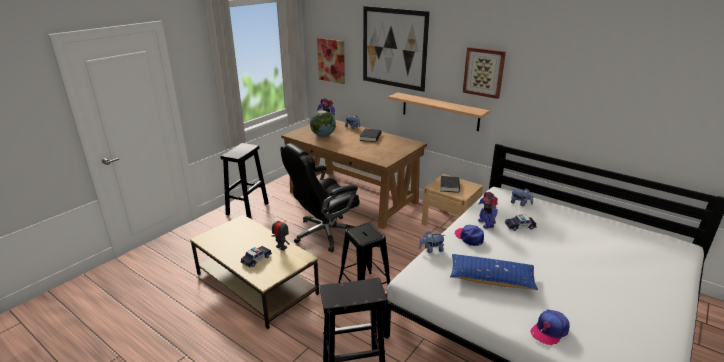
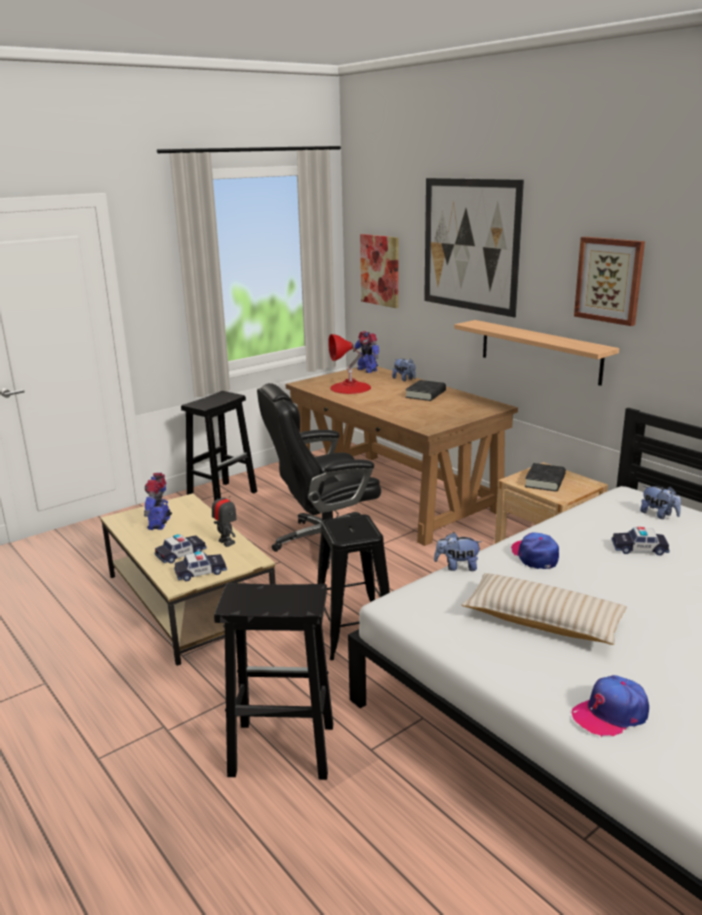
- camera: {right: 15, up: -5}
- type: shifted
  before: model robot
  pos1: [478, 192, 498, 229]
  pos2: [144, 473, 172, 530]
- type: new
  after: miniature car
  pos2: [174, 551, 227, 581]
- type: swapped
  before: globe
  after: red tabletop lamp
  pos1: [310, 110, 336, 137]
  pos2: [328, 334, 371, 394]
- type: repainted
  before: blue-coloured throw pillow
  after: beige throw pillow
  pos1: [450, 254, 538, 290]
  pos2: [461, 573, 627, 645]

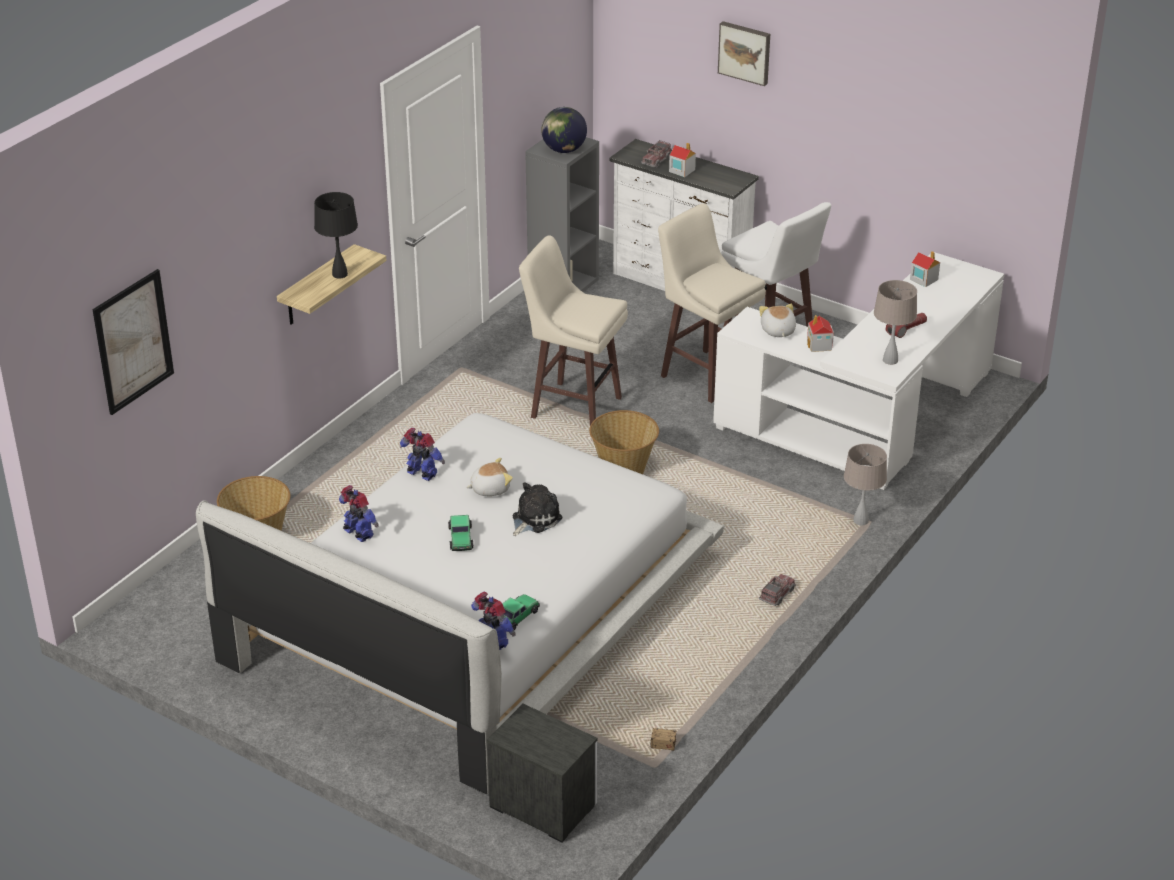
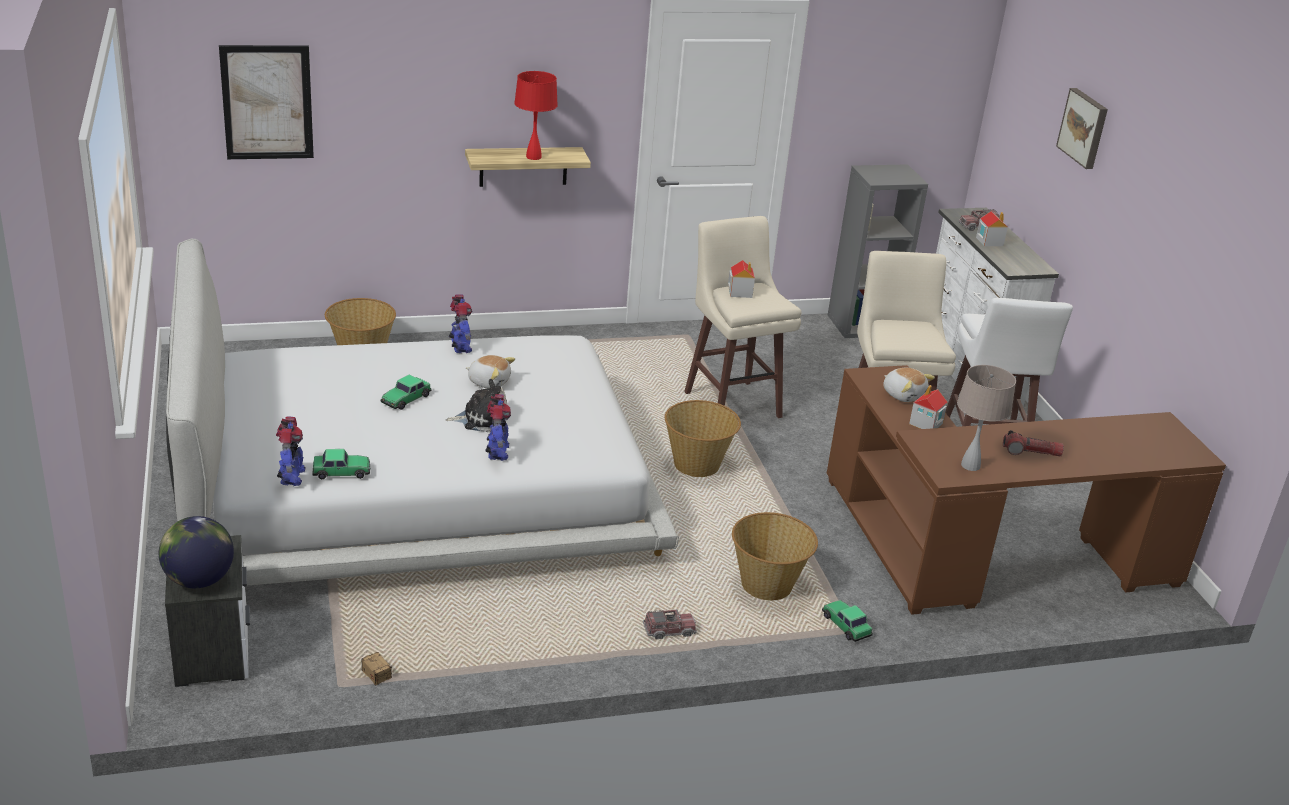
- camera: {right: 40, up: -5}
- type: shifted
  before: globe
  pos1: [541, 107, 587, 153]
  pos2: [159, 516, 234, 588]
- type: shifted
  before: model robot
  pos1: [339, 485, 379, 542]
  pos2: [485, 394, 511, 461]
- type: repainted
  before: black tabletop lamp
  after: red tabletop lamp
  pos1: [314, 192, 358, 279]
  pos2: [514, 71, 558, 160]
- type: shifted
  before: toy house
  pos1: [910, 251, 940, 287]
  pos2: [728, 260, 755, 298]
- type: new
  after: basket
  pos2: [732, 512, 818, 600]
- type: swapped
  before: beige tabletop lamp
  after: miniature car
  pos1: [844, 444, 887, 526]
  pos2: [822, 600, 873, 642]
- type: repainted
  before: white desk table
  after: brown desk table
  pos1: [713, 252, 1004, 490]
  pos2: [827, 365, 1226, 615]
- type: rotated
  before: soft toy
  pos1: [759, 304, 796, 337]
  pos2: [883, 368, 935, 402]
  turn: 105

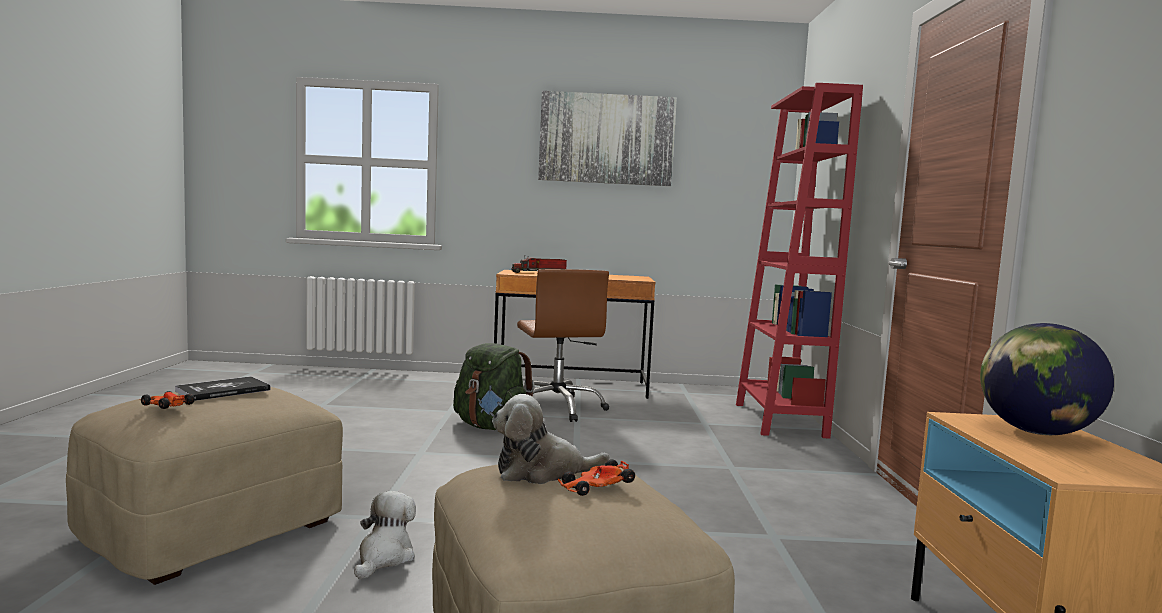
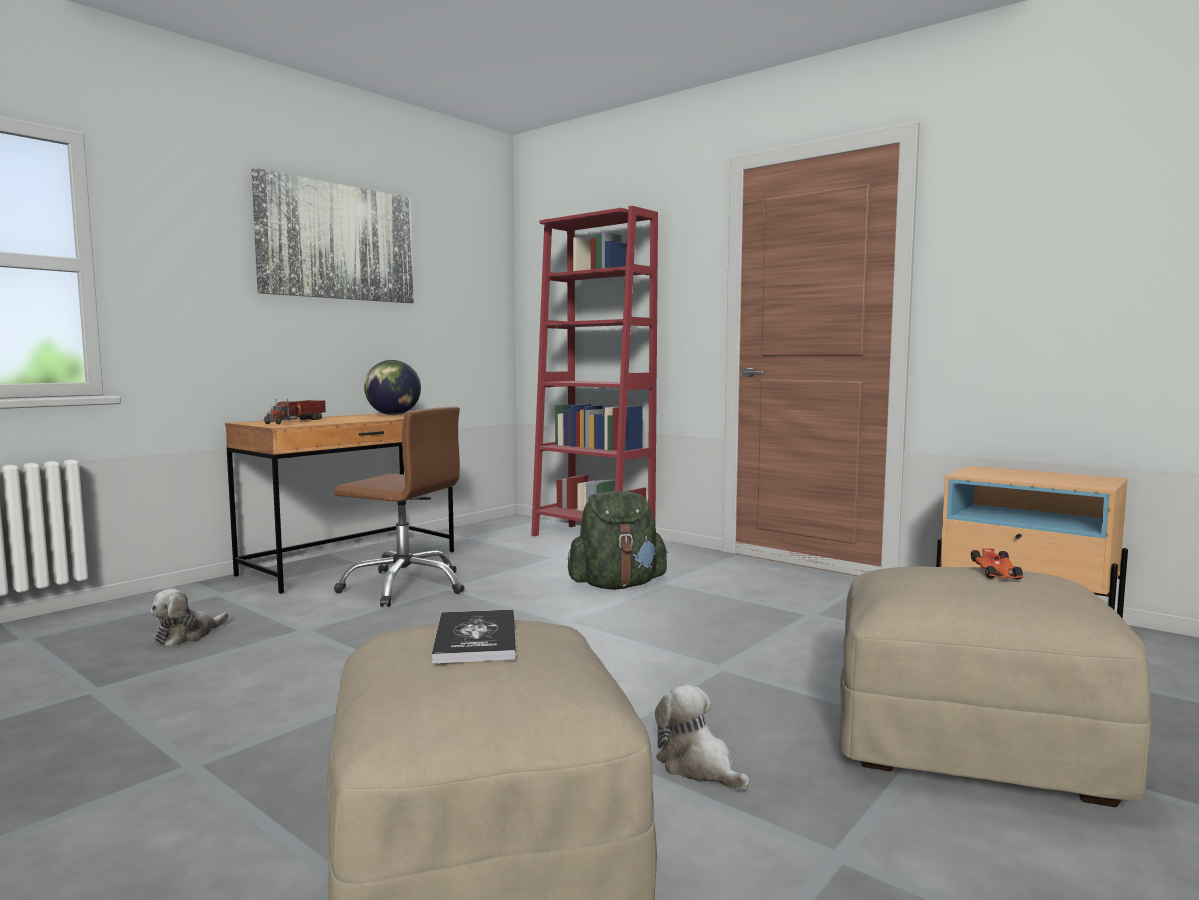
- camera: {right: -50, up: 0}
- type: shifted
  before: soft toy
  pos1: [492, 394, 610, 484]
  pos2: [150, 589, 228, 647]
- type: shifted
  before: globe
  pos1: [980, 323, 1114, 435]
  pos2: [364, 360, 421, 415]
- type: shifted
  before: green-coloured backpack
  pos1: [453, 343, 535, 430]
  pos2: [568, 491, 668, 590]
- type: gone
  before: miniature car
  pos1: [139, 391, 195, 409]

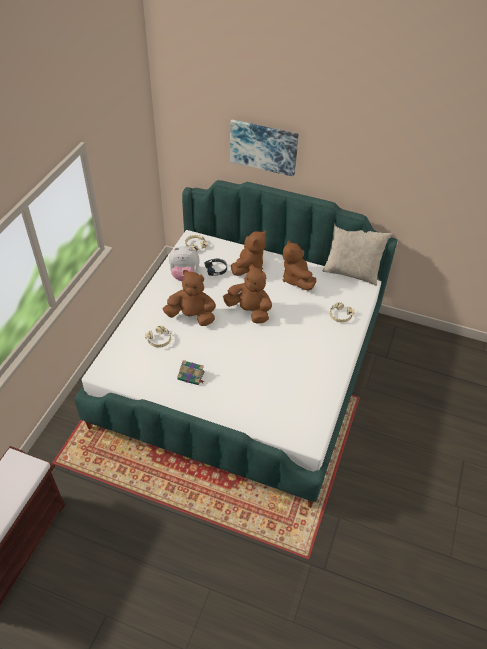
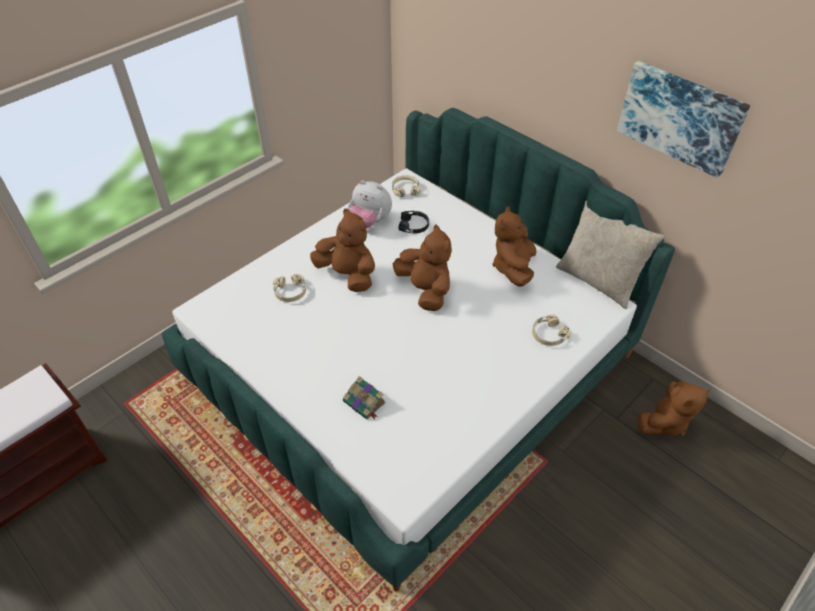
- camera: {right: 25, up: 0}
- type: shifted
  before: book
  pos1: [177, 360, 205, 385]
  pos2: [343, 376, 386, 419]
- type: shifted
  before: picture
  pos1: [230, 120, 299, 177]
  pos2: [617, 61, 750, 178]
- type: shifted
  before: brown soft toy
  pos1: [231, 230, 266, 276]
  pos2: [637, 381, 710, 436]

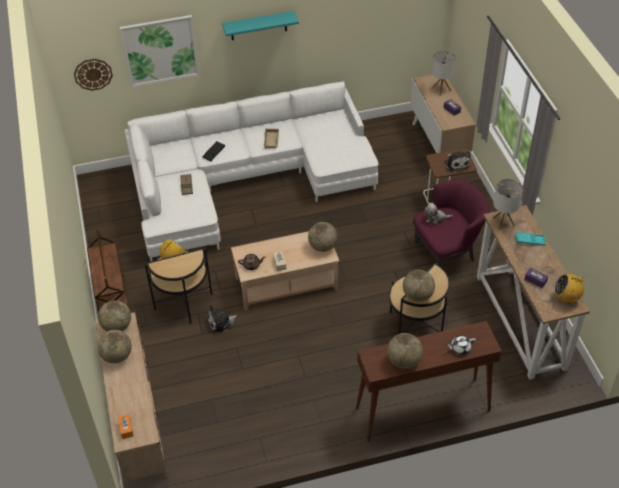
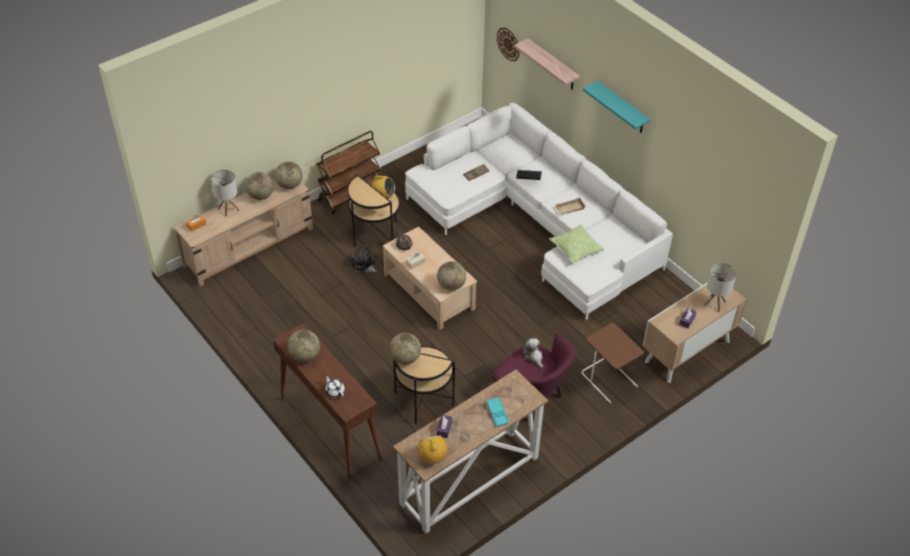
- camera: {right: 65, up: 0}
- type: shifted
  before: tabletop lamp
  pos1: [492, 179, 523, 230]
  pos2: [211, 170, 239, 216]
- type: swapped
  before: picture
  after: bracket shelf
  pos1: [120, 15, 200, 87]
  pos2: [514, 38, 580, 90]
- type: new
  after: throw pillow
  pos2: [549, 225, 604, 264]
- type: gone
  before: soft toy
  pos1: [445, 151, 470, 172]

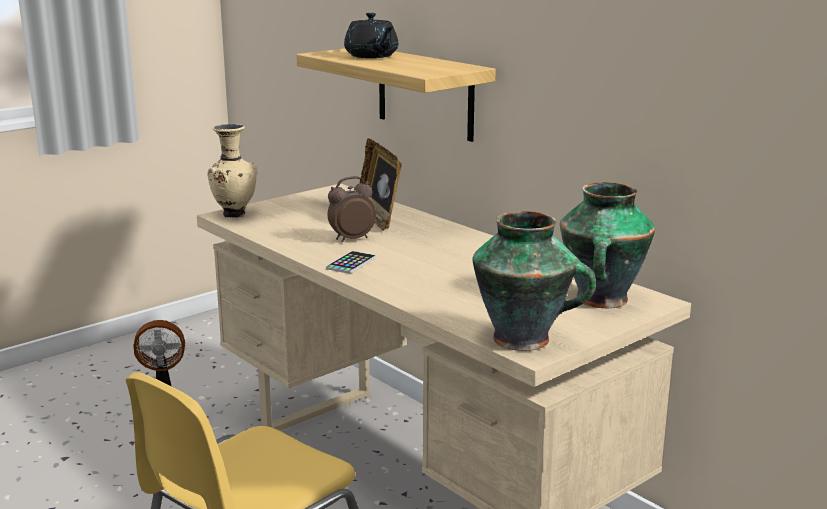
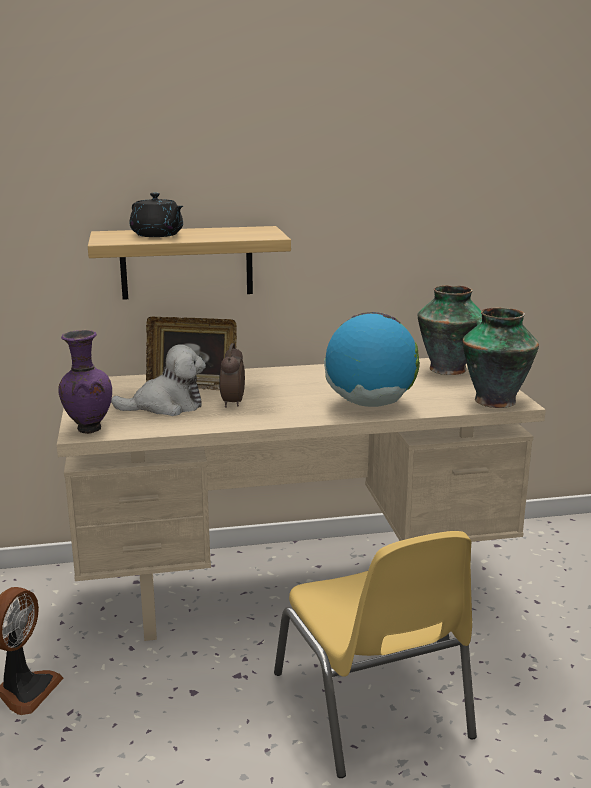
- camera: {right: -60, up: 0}
- type: repainted
  before: beige vase
  after: purplish vase
  pos1: [207, 124, 257, 217]
  pos2: [58, 330, 112, 434]
- type: new
  after: soft toy
  pos2: [111, 344, 206, 416]
- type: rotated
  before: black tea pot
  pos1: [344, 13, 398, 58]
  pos2: [129, 193, 183, 237]
  turn: 45
- type: new
  after: globe
  pos2: [324, 312, 420, 407]
- type: gone
  before: phone
  pos1: [326, 251, 376, 274]

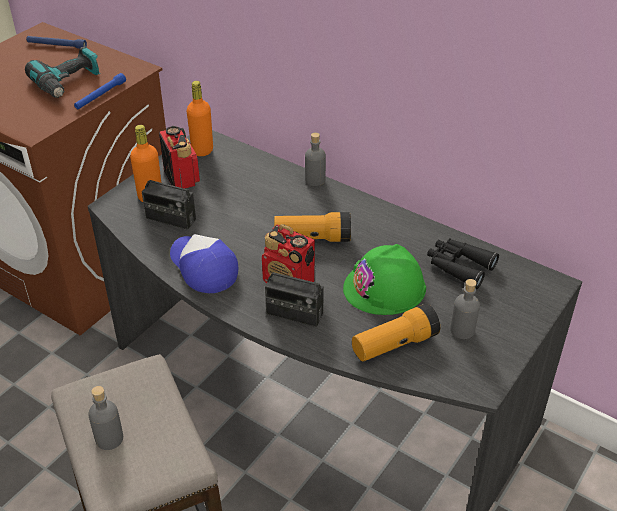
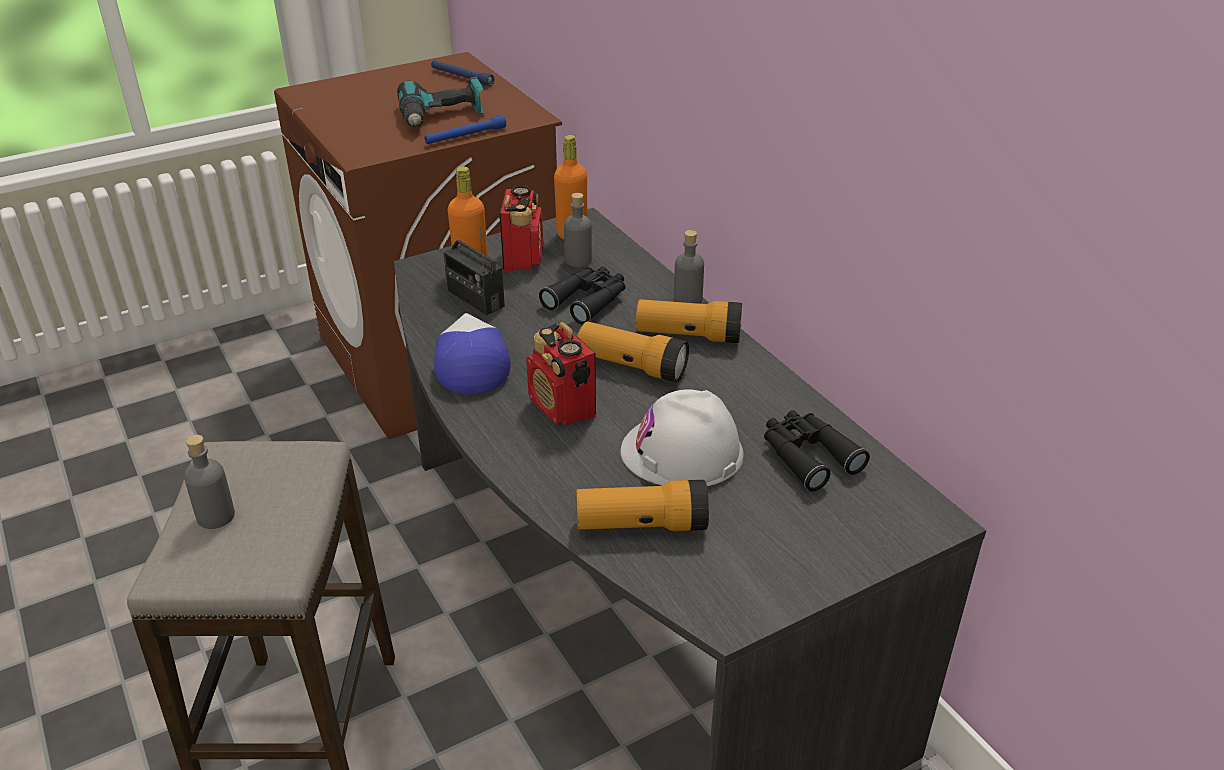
- camera: {right: 25, up: -5}
- type: new
  after: black pair of binoculars
  pos2: [539, 266, 625, 324]
- type: shifted
  before: greyish beverage bottle
  pos1: [450, 279, 480, 339]
  pos2: [564, 193, 592, 267]
- type: repainted
  before: green-coloured work helmet
  after: white work helmet
  pos1: [343, 244, 426, 315]
  pos2: [620, 389, 744, 486]
- type: new
  after: hand torch
  pos2: [636, 299, 742, 343]
- type: gone
  before: radio
  pos1: [265, 263, 324, 327]

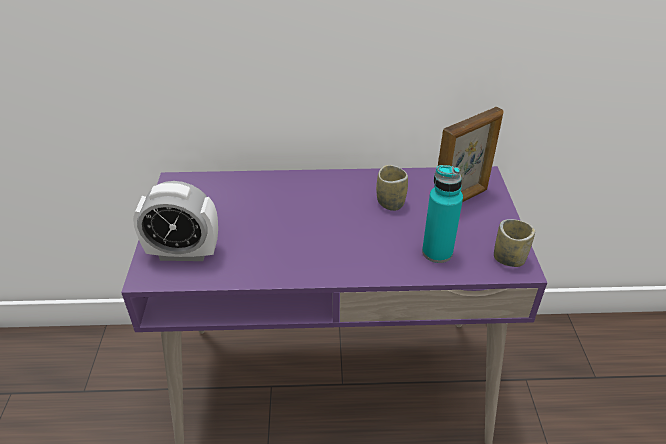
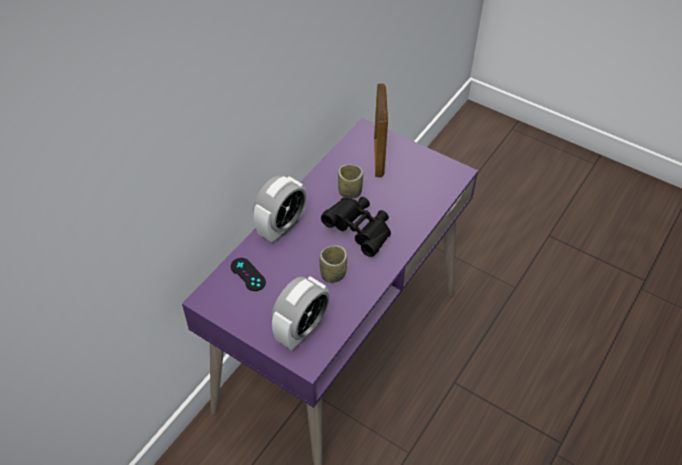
- camera: {right: -55, up: 10}
- type: new
  after: black game controller
  pos2: [231, 258, 266, 291]
- type: new
  after: table clock
  pos2: [253, 176, 306, 243]
- type: shifted
  before: drinking cup
  pos1: [494, 219, 535, 267]
  pos2: [320, 245, 347, 283]
- type: new
  after: black pair of binoculars
  pos2: [321, 197, 391, 257]
- type: gone
  before: blue-green beverage bottle
  pos1: [422, 165, 463, 263]

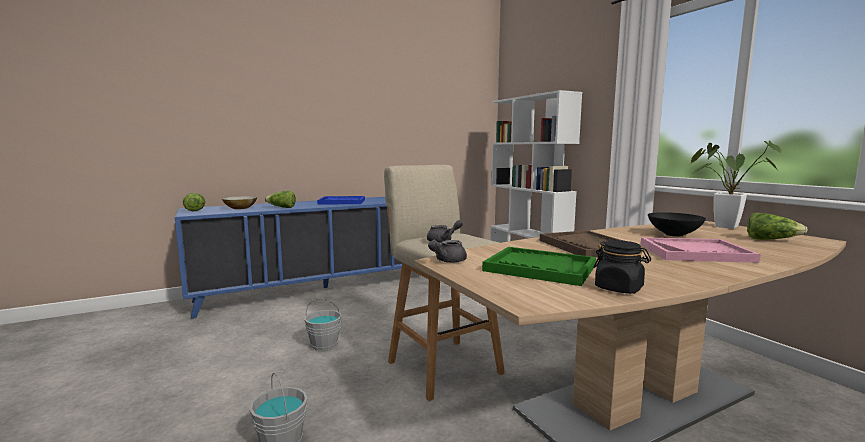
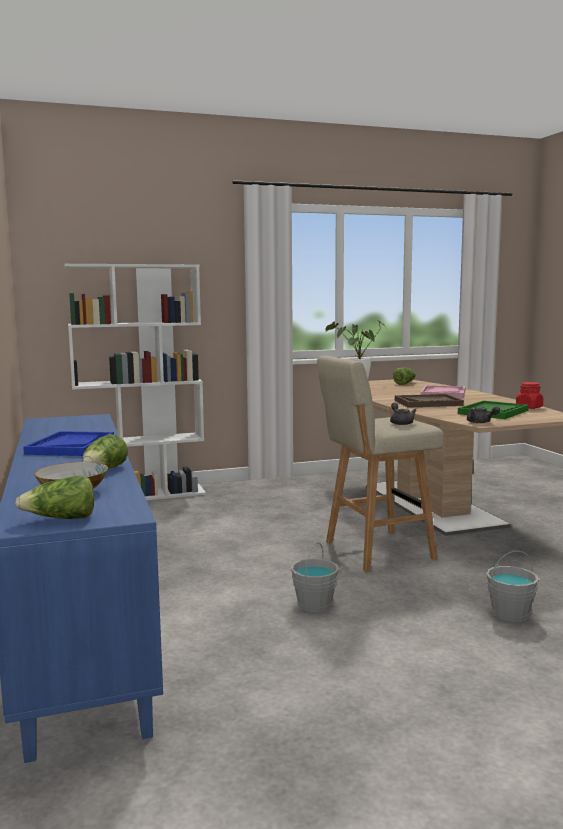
- camera: {right: -80, up: 0}
- type: repainted
  before: black storage jar
  after: red storage jar
  pos1: [593, 240, 651, 294]
  pos2: [516, 382, 543, 409]
- type: gone
  before: black serving bowl
  pos1: [648, 212, 706, 237]

